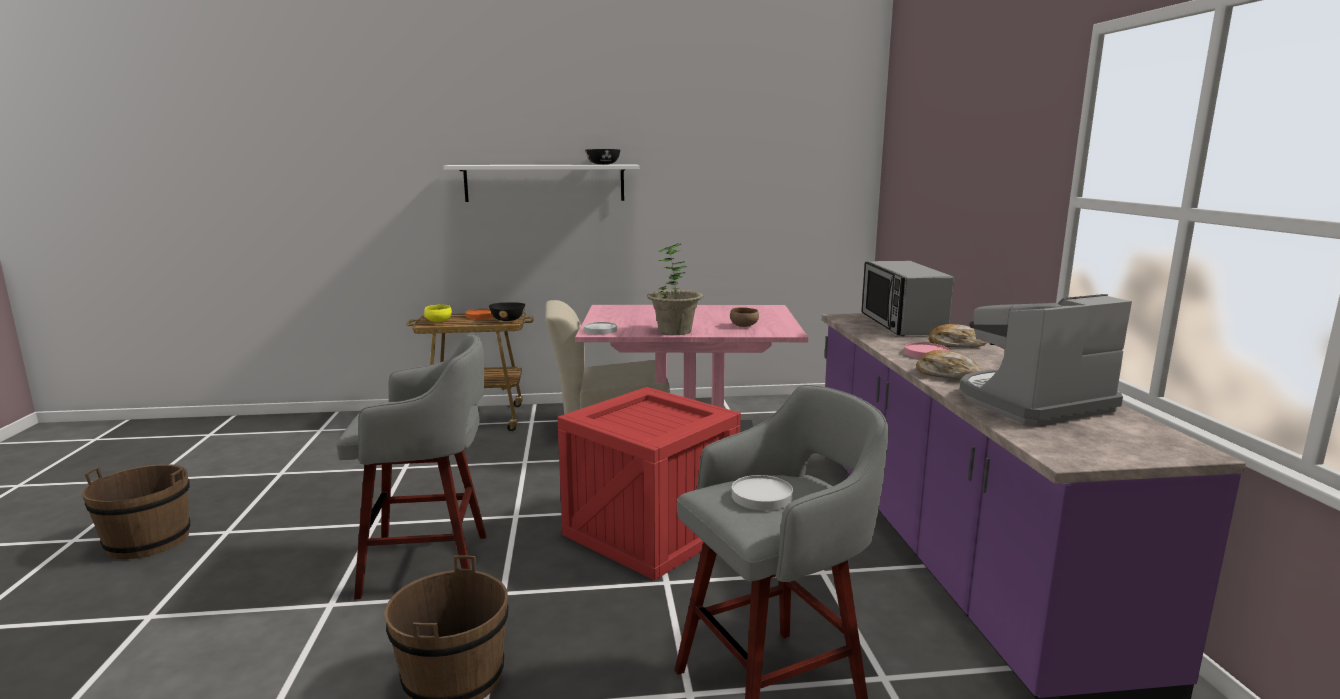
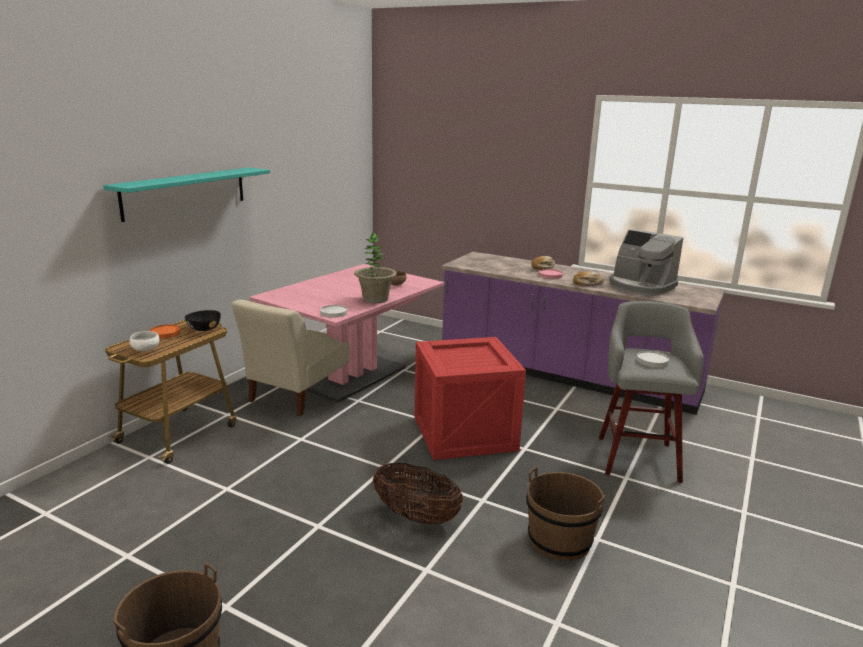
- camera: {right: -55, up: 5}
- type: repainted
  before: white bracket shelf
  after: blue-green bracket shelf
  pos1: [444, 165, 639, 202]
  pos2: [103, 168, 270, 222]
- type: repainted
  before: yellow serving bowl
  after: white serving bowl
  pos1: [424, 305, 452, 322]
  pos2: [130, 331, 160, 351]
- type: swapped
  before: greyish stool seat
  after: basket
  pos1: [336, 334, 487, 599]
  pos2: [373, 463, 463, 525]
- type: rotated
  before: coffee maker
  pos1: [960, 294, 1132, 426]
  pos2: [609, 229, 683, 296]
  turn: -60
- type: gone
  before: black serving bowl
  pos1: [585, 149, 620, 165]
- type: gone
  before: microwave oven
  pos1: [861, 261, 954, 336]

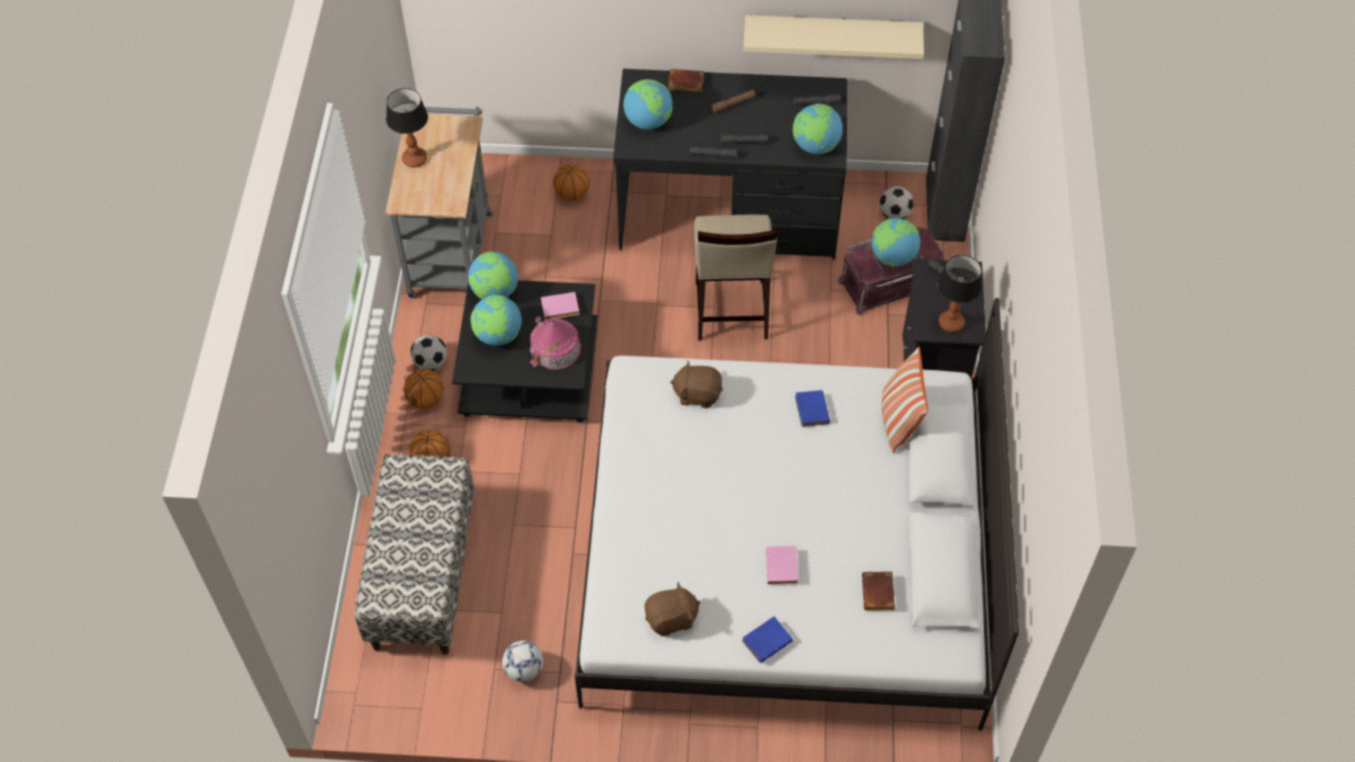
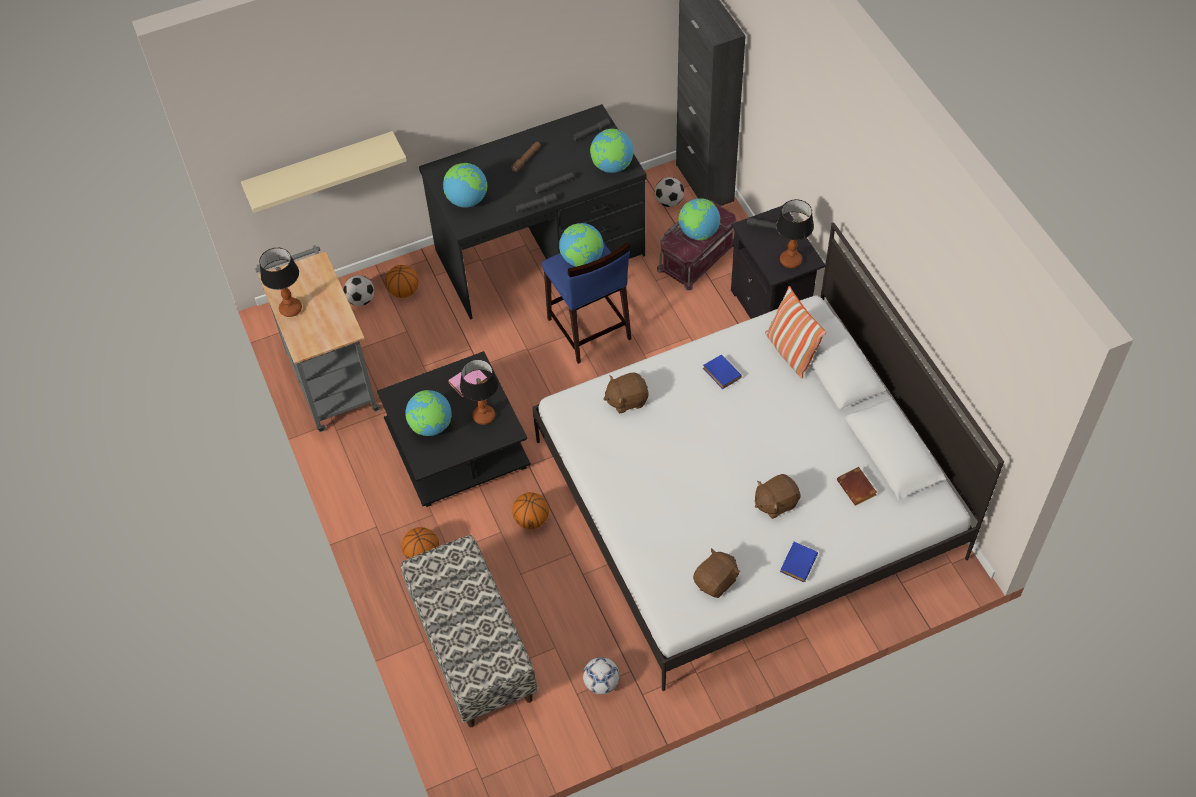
- camera: {right: -25, up: 0}
- type: shifted
  before: beige bracket shelf
  pos1: [743, 15, 924, 59]
  pos2: [241, 131, 407, 213]
- type: shifted
  before: football
  pos1: [410, 335, 447, 371]
  pos2: [343, 275, 375, 306]
- type: swapped
  before: toy house
  after: tabletop lamp
  pos1: [530, 316, 581, 370]
  pos2: [460, 359, 498, 425]
- type: shifted
  before: ball for basketball
  pos1: [404, 369, 444, 409]
  pos2: [512, 492, 549, 529]
- type: repainted
  before: beige stool seat
  after: blue-coloured stool seat
  pos1: [694, 215, 777, 341]
  pos2: [542, 242, 631, 364]
- type: shifted
  before: globe
  pos1: [468, 252, 518, 299]
  pos2: [559, 223, 604, 267]
- type: swapped
  before: pinkish book
  after: brown soft toy
  pos1: [766, 546, 798, 585]
  pos2: [755, 474, 801, 519]
- type: gone
  before: brown book
  pos1: [668, 69, 704, 92]

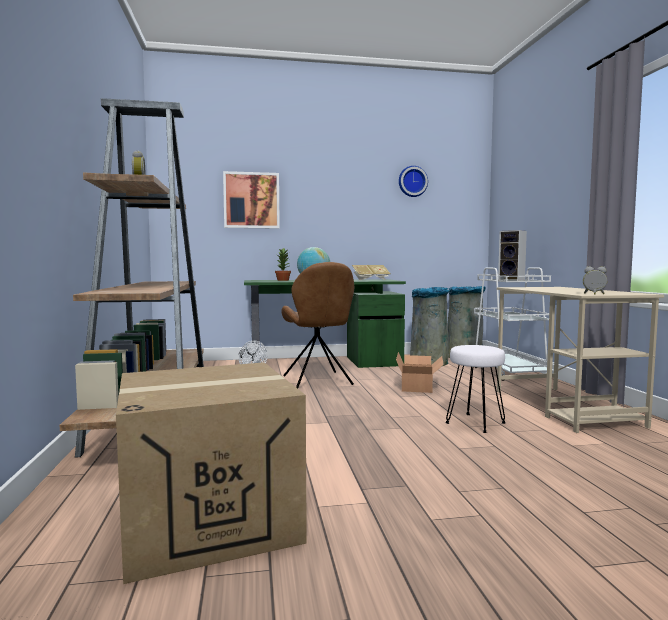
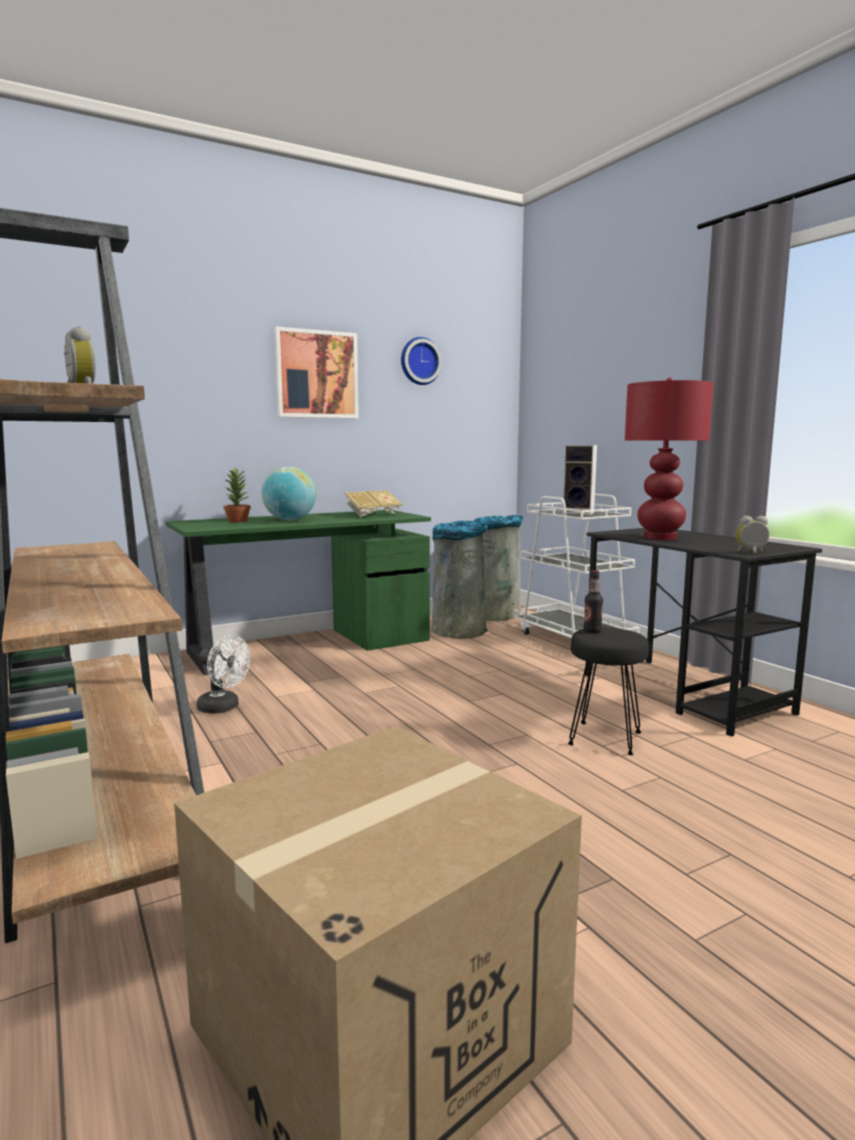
- camera: {right: -20, up: 5}
- type: shifted
  before: picture
  pos1: [223, 171, 280, 229]
  pos2: [274, 326, 359, 418]
- type: repainted
  before: white stool seat
  after: black stool seat
  pos1: [445, 345, 506, 433]
  pos2: [568, 627, 649, 755]
- type: new
  after: beverage bottle
  pos2: [584, 570, 603, 633]
- type: repainted
  before: beige desk table
  after: black desk table
  pos1: [497, 287, 664, 433]
  pos2: [585, 528, 822, 737]
- type: new
  after: red tabletop lamp
  pos2: [625, 378, 713, 540]
- type: gone
  before: brown upright chair
  pos1: [281, 262, 354, 388]
- type: gone
  before: cardboard box
  pos1: [396, 352, 444, 393]

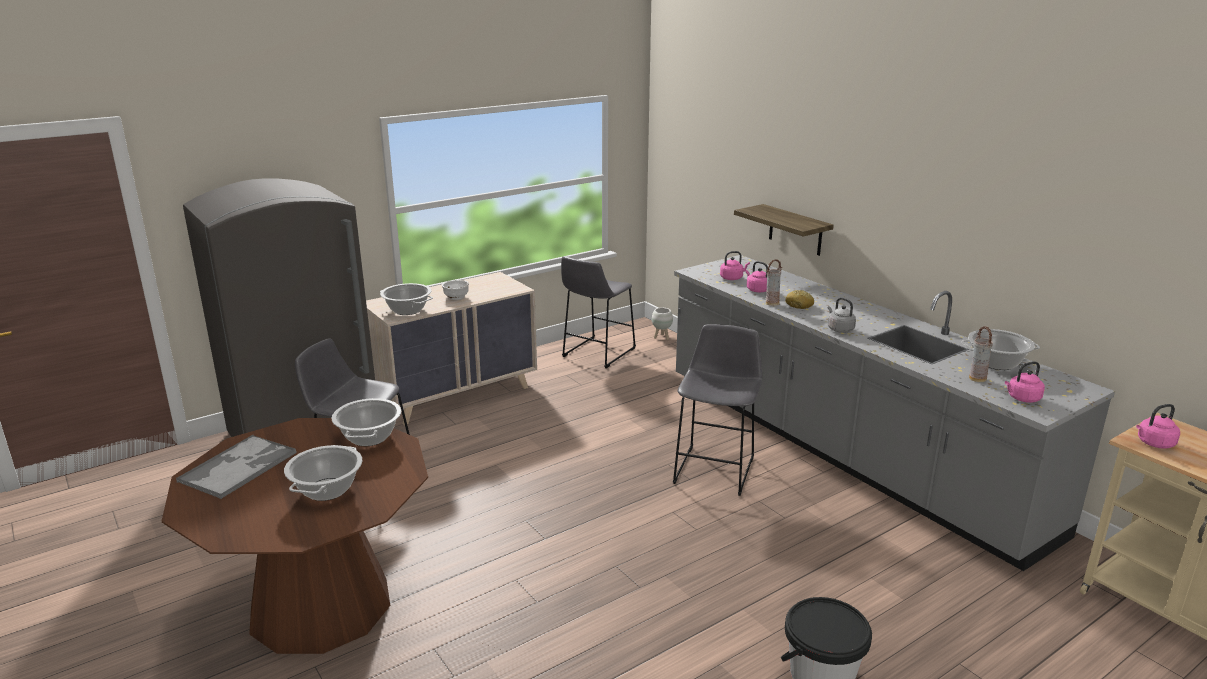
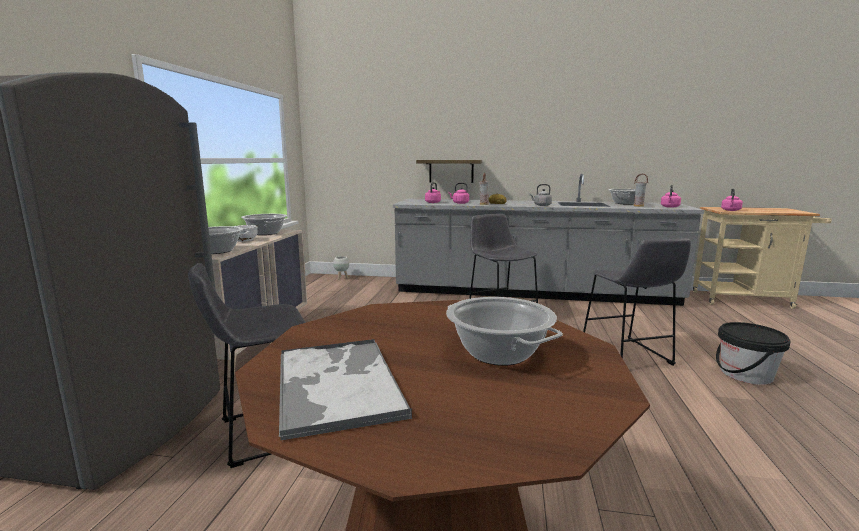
- camera: {right: -45, up: -10}
- type: shifted
  before: saucepot
  pos1: [331, 398, 401, 446]
  pos2: [241, 214, 287, 235]
- type: shifted
  before: greyish stool seat
  pos1: [561, 256, 636, 368]
  pos2: [583, 238, 691, 366]

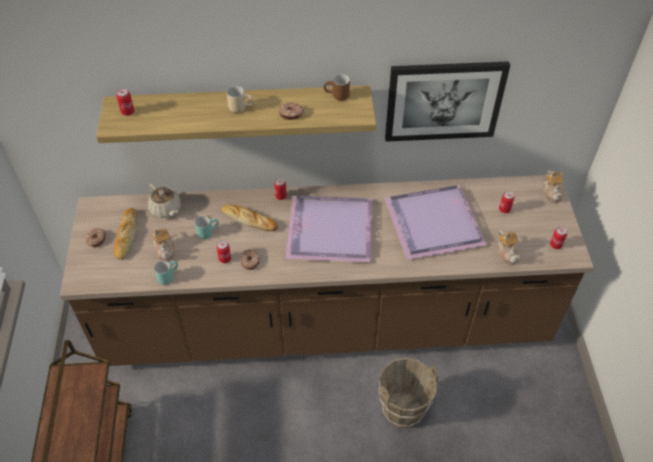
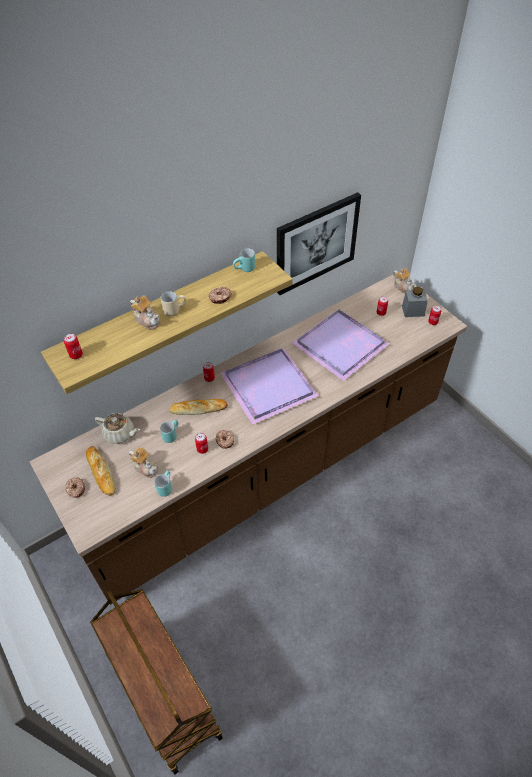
- camera: {right: -30, up: 0}
- type: shifted
  before: tea pot
  pos1: [496, 230, 520, 265]
  pos2: [130, 295, 161, 330]
- type: repainted
  before: brown mug
  after: blue-green mug
  pos1: [324, 74, 350, 101]
  pos2: [233, 248, 255, 272]
- type: new
  after: greyish storage jar
  pos2: [402, 287, 428, 317]
- type: gone
  before: brown pail
  pos1: [378, 357, 438, 428]

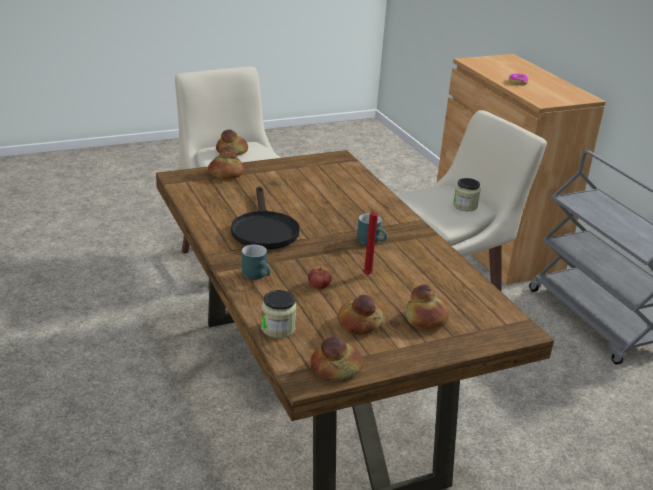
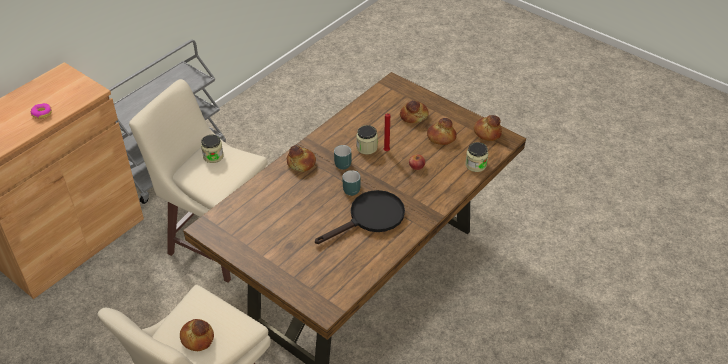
- camera: {right: -115, up: 15}
- type: shifted
  before: bakery bread
  pos1: [208, 147, 244, 179]
  pos2: [287, 145, 316, 172]
- type: shifted
  before: blue-green mug
  pos1: [242, 245, 270, 280]
  pos2: [342, 170, 360, 196]
- type: new
  after: storage jar
  pos2: [356, 125, 378, 155]

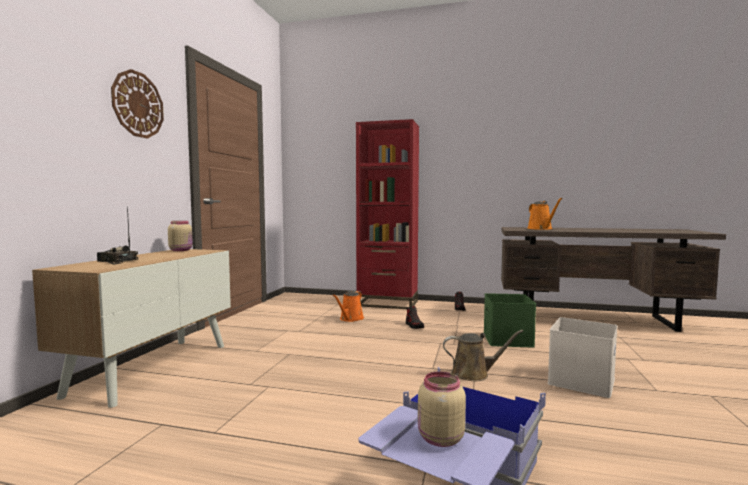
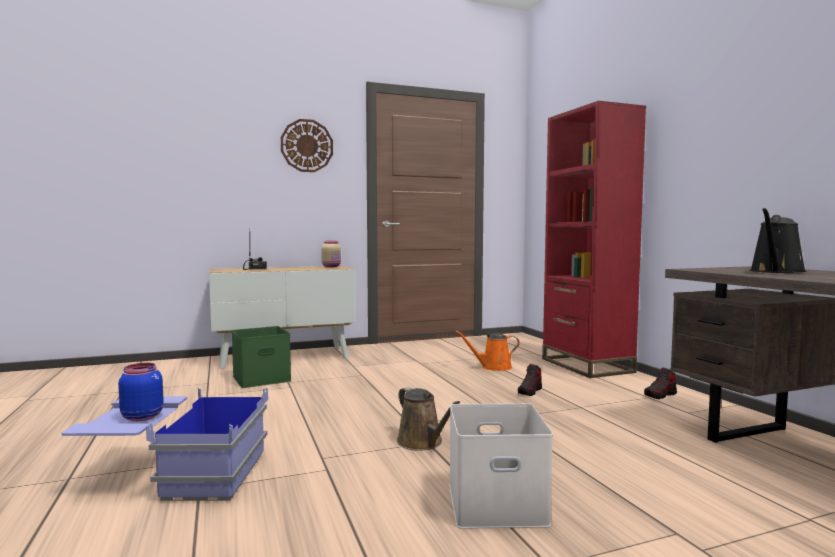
- camera: {right: 55, up: 0}
- type: repainted
  before: beige storage jar
  after: blue-coloured storage jar
  pos1: [418, 371, 466, 447]
  pos2: [118, 363, 164, 421]
- type: shifted
  before: green-coloured storage bin
  pos1: [484, 293, 536, 348]
  pos2: [232, 326, 291, 388]
- type: repainted
  before: orange sprinkling can
  after: black sprinkling can
  pos1: [527, 198, 563, 230]
  pos2: [750, 208, 807, 273]

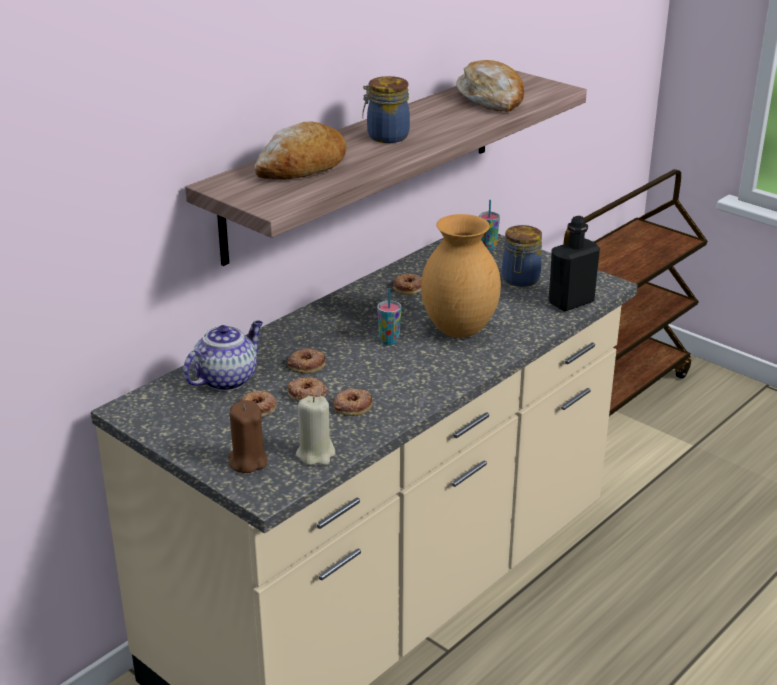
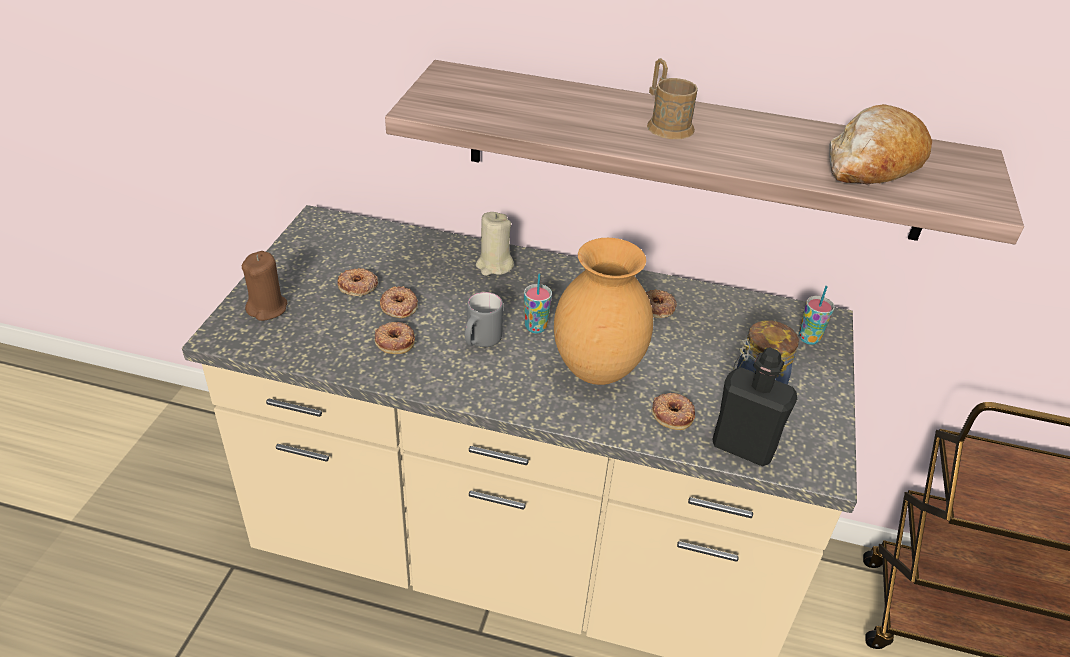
- camera: {right: 60, up: 10}
- type: new
  after: greyish mug
  pos2: [465, 292, 503, 347]
- type: shifted
  before: beige wax candle
  pos1: [296, 396, 335, 465]
  pos2: [476, 212, 514, 276]
- type: swapped
  before: storage jar
  after: brown mug
  pos1: [362, 76, 410, 143]
  pos2: [647, 58, 698, 139]
- type: shifted
  before: doughnut
  pos1: [288, 348, 325, 374]
  pos2: [652, 393, 695, 430]
- type: gone
  before: tea pot
  pos1: [183, 321, 263, 391]
- type: gone
  before: bakery bread
  pos1: [254, 121, 347, 180]

